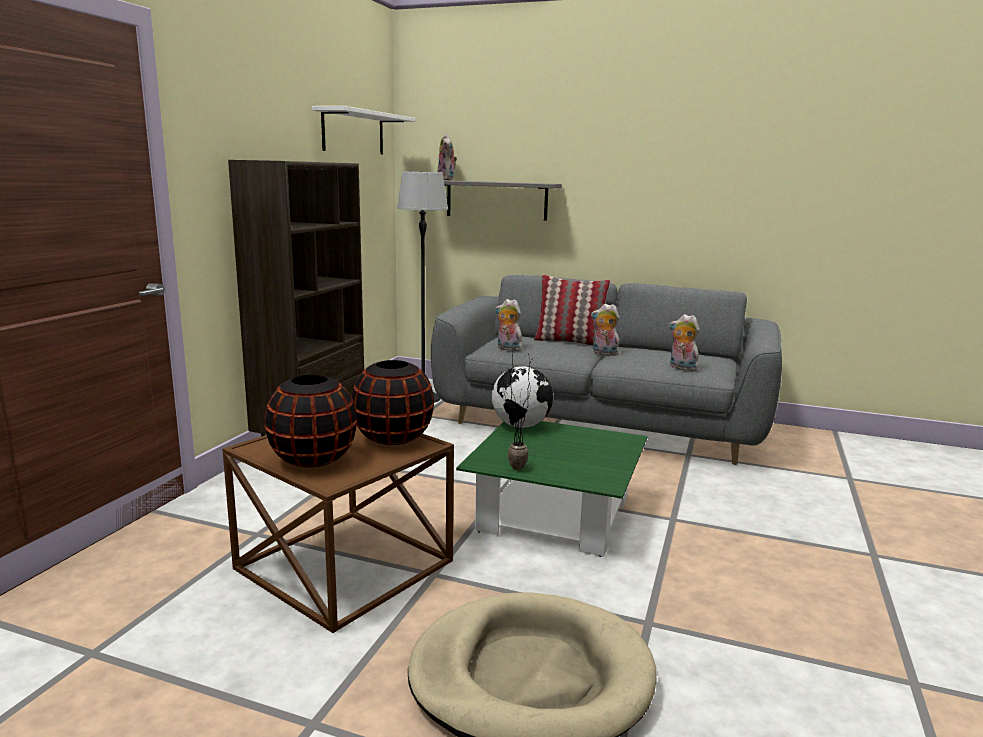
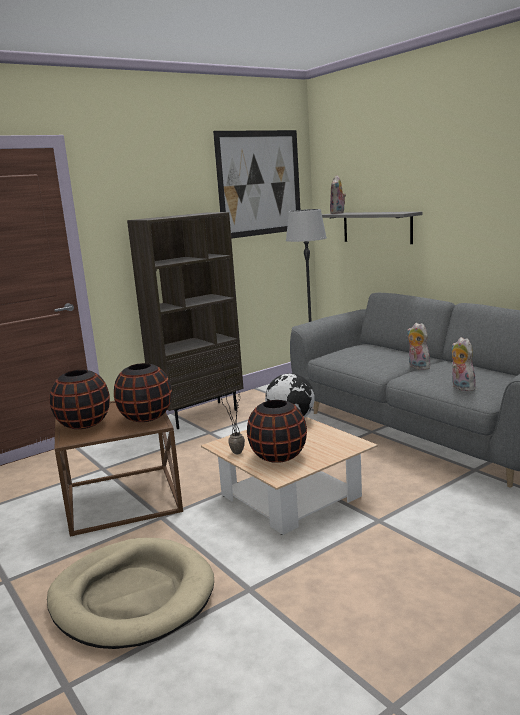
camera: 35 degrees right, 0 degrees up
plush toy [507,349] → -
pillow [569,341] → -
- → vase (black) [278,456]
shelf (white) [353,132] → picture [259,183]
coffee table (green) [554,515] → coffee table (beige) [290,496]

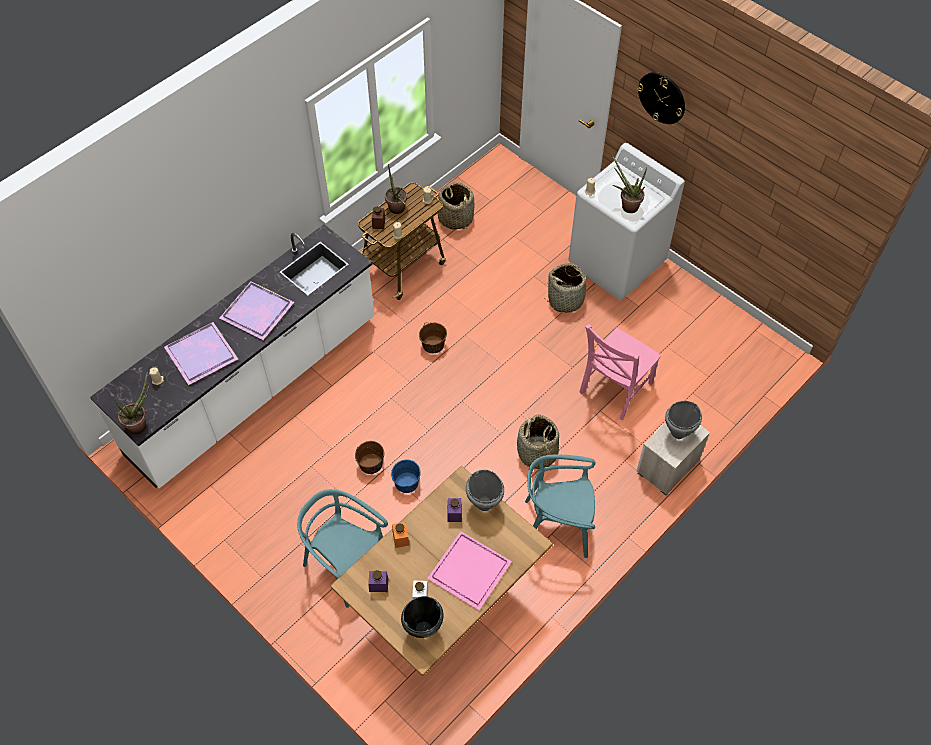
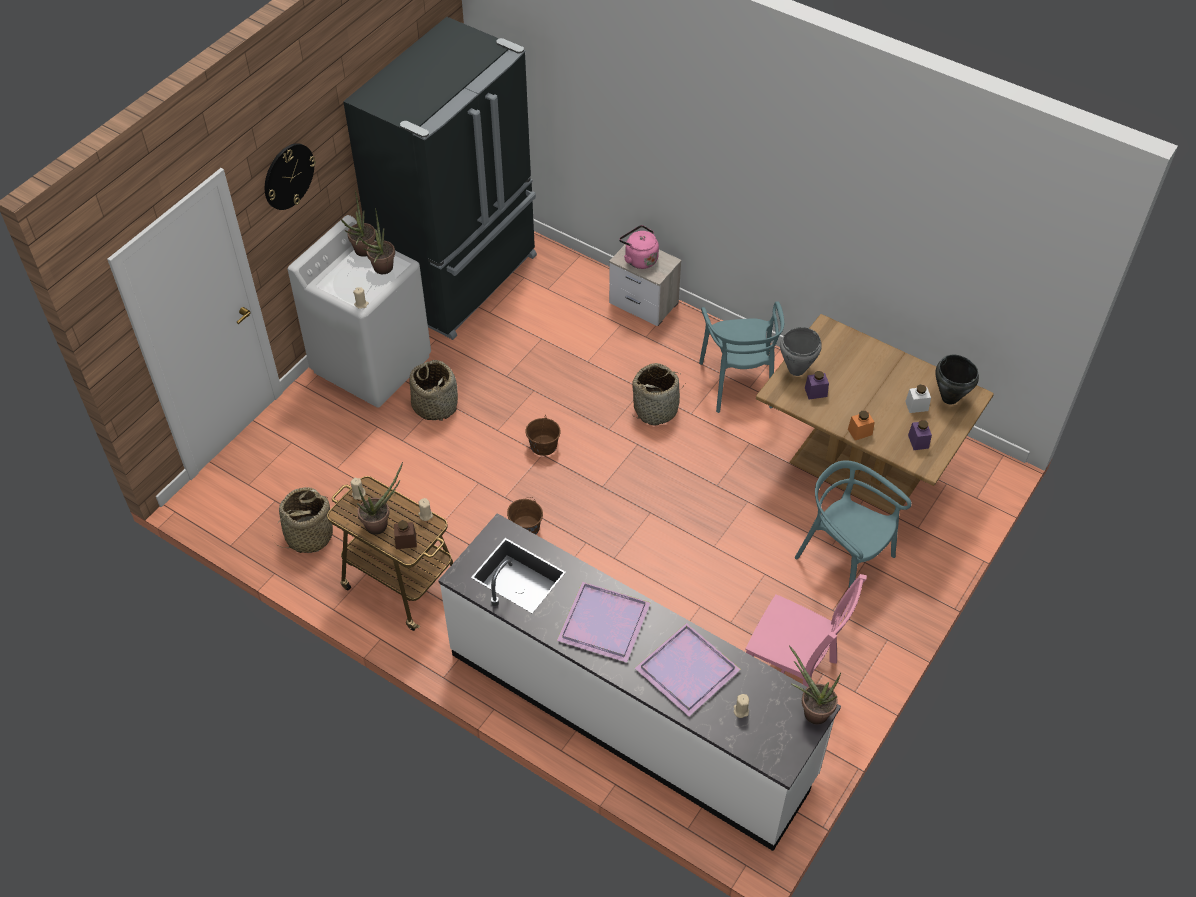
camera: 100 degrees left, 5 degrees down
bucket (blue) [407,483] → -
tray (pink) [468,571] → -
- → potted plant [362,253]
- → fridge (black) [461,279]
bucket (brown) [371,464] → bucket (brown) [543,445], shifted
chair (pink) [614,389] → chair (pink) [793,674], shifted
cooking pot (grey) [678,433] → kettle (pink) [639,259]
chair (turquoise) [346,564] → chair (turquoise) [844,560], 105 degrees clockwise

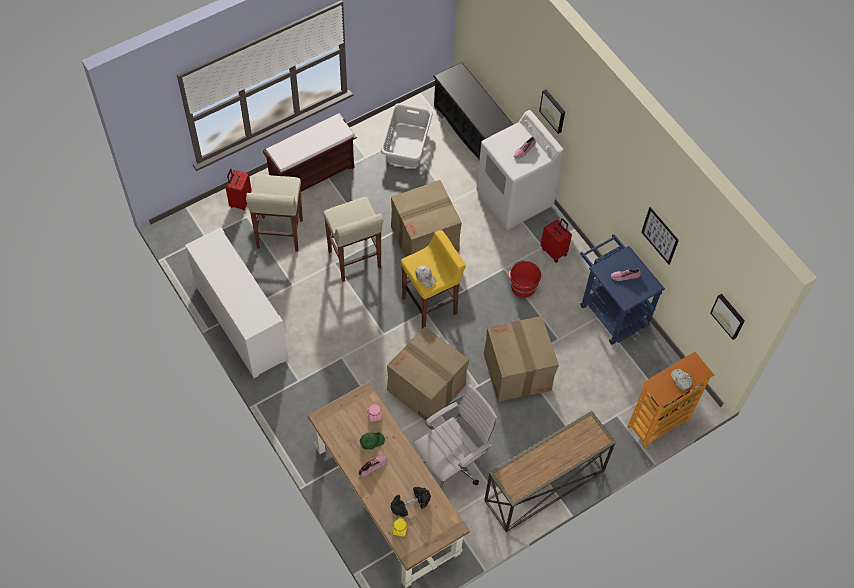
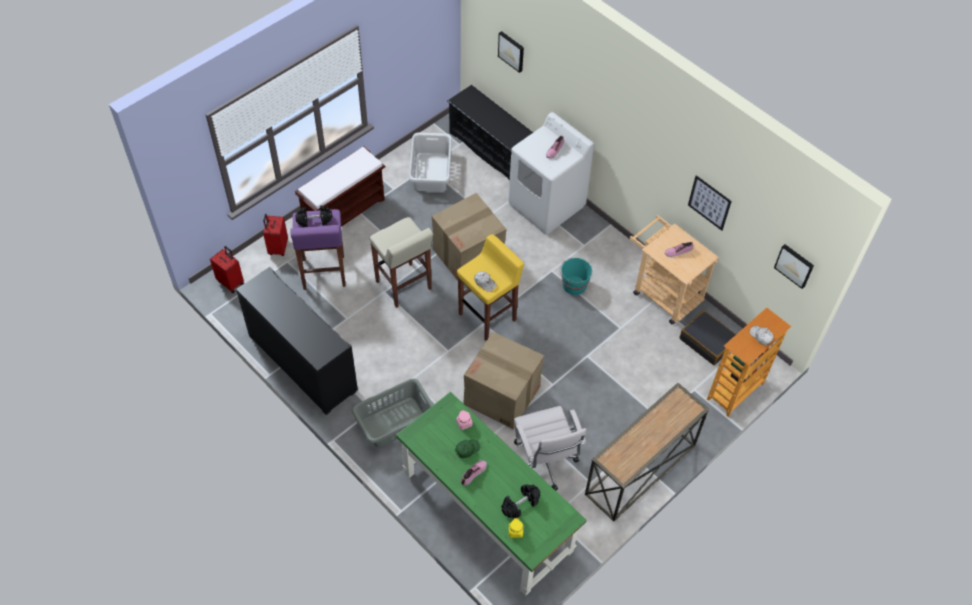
camera: 10 degrees left, 5 degrees down
cardboard box [517,372] → -
- → dumbbell (black) [314,220]
- → laundry basket (grey) [395,422]
- → suitcase (black) [707,342]
picture [553,110] → picture [511,51], shifted
suitcase (red) [554,251] → suitcase (red) [231,282], shifted
cabinet (white) [241,322] → cabinet (black) [302,363]
stool (beige) [279,234] → stool (purple) [323,273]
desk (brown) [386,499] → desk (green) [486,511]
bucket (red) [522,287] → bucket (turquoise) [573,285]
cart (blue) [610,309] → cart (beige) [663,292]
office chair (white) [452,463] → office chair (white) [544,464], 120 degrees clockwise

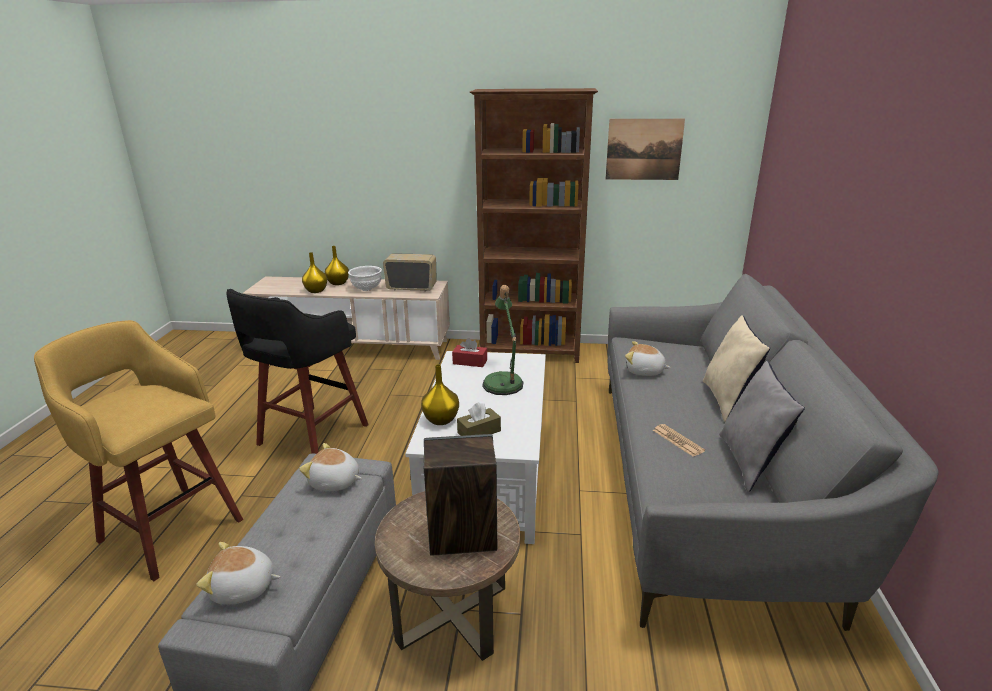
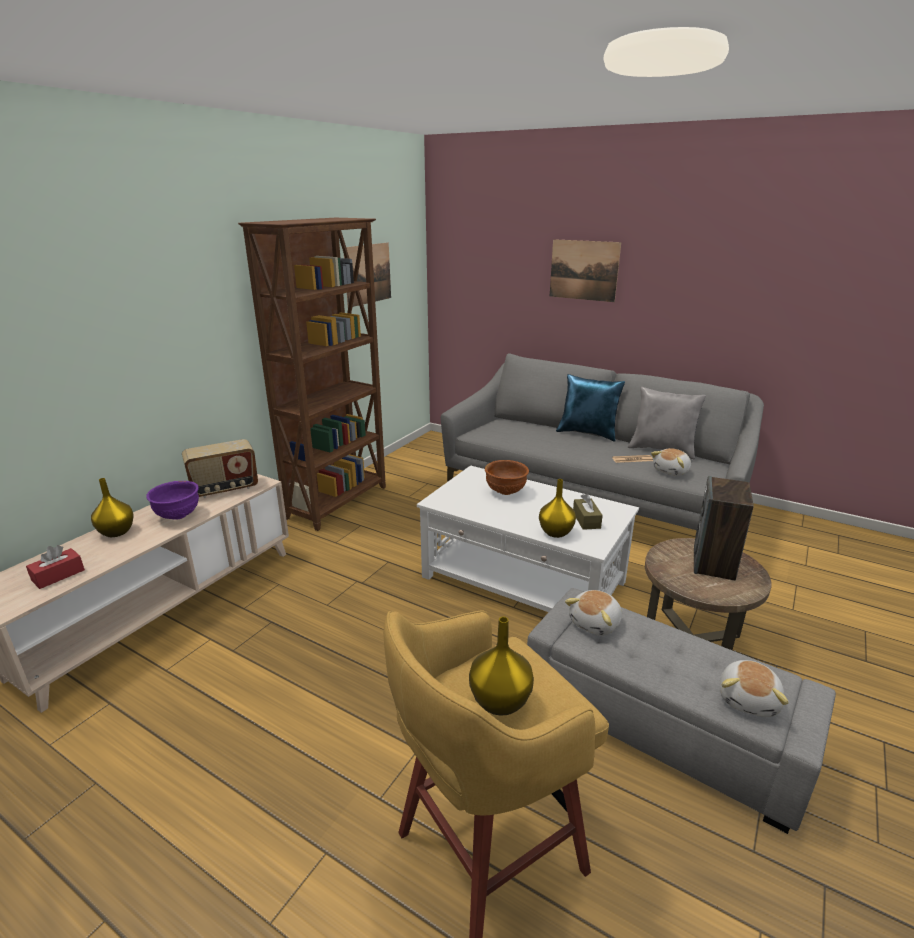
camera: 65 degrees left, 0 degrees up
stool (black) [310,436] → -
- → picture [584,270]
vase (yellow) [316,291] → vase (yellow) [501,702], shifted
tissue box (red) [470,362] → tissue box (red) [58,575], shifted
plush toy [644,371] → plush toy [672,471], shifted
table lamp [503,381] → bowl (brown) [506,492]
bowl (white) [366,289] → bowl (purple) [177,516]
pillow (beige) [728,401] → pillow (blue) [588,433]
radio [412,288] → radio [224,488], 150 degrees counterclockwise

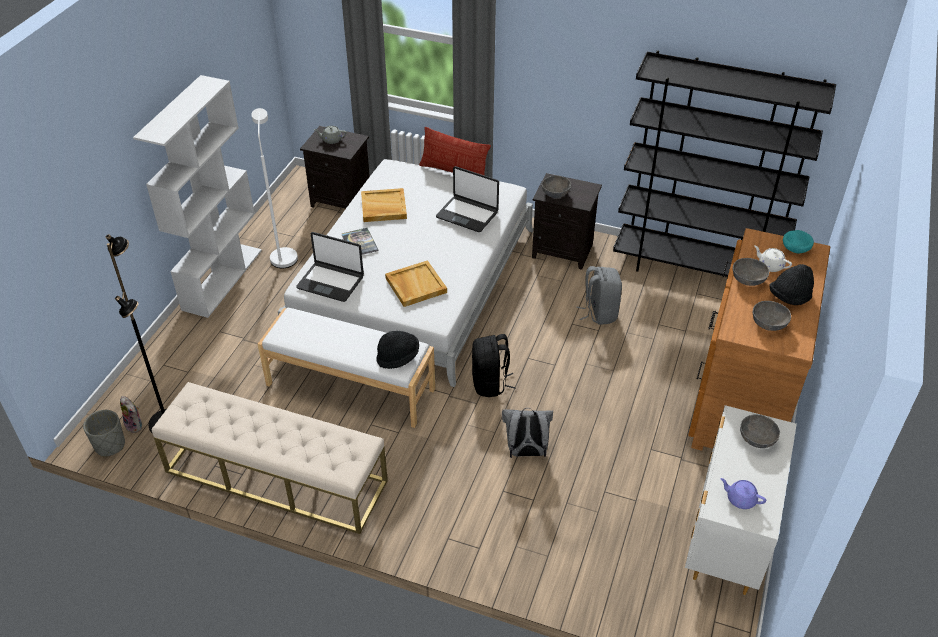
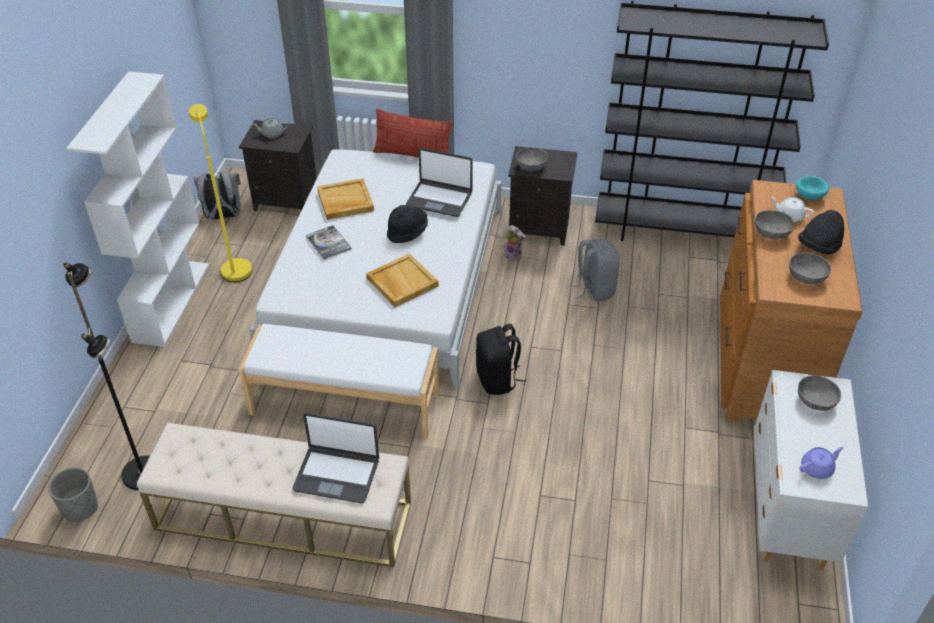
camera: 10 degrees left, 0 degrees up
plush toy [135,425] → plush toy [514,256], shifted
laptop [330,282] → laptop [337,474], shifted
hat (black) [398,357] → hat (black) [407,232], shifted
backpack (grey) [526,452] → backpack (grey) [223,216], shifted
floor lamp (white) [283,254] → floor lamp (yellow) [234,266]
teapot (purple) [740,499] → teapot (purple) [817,468], 135 degrees clockwise

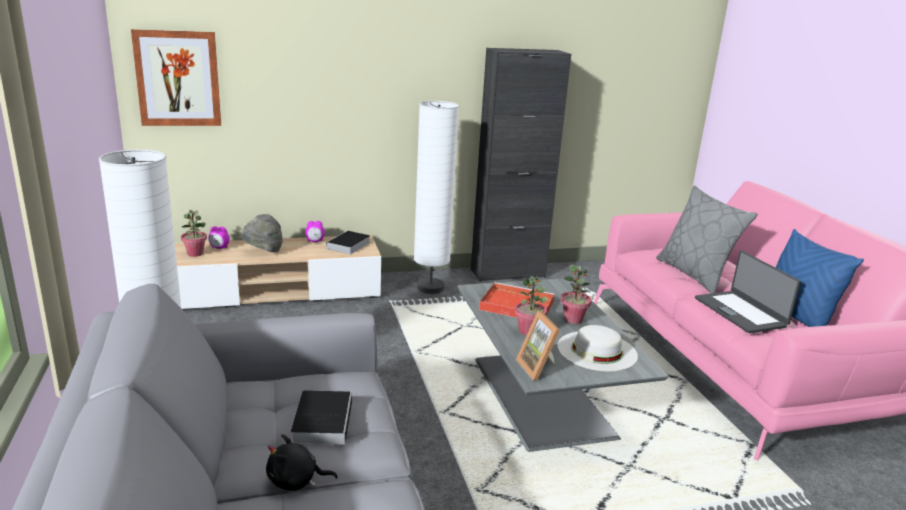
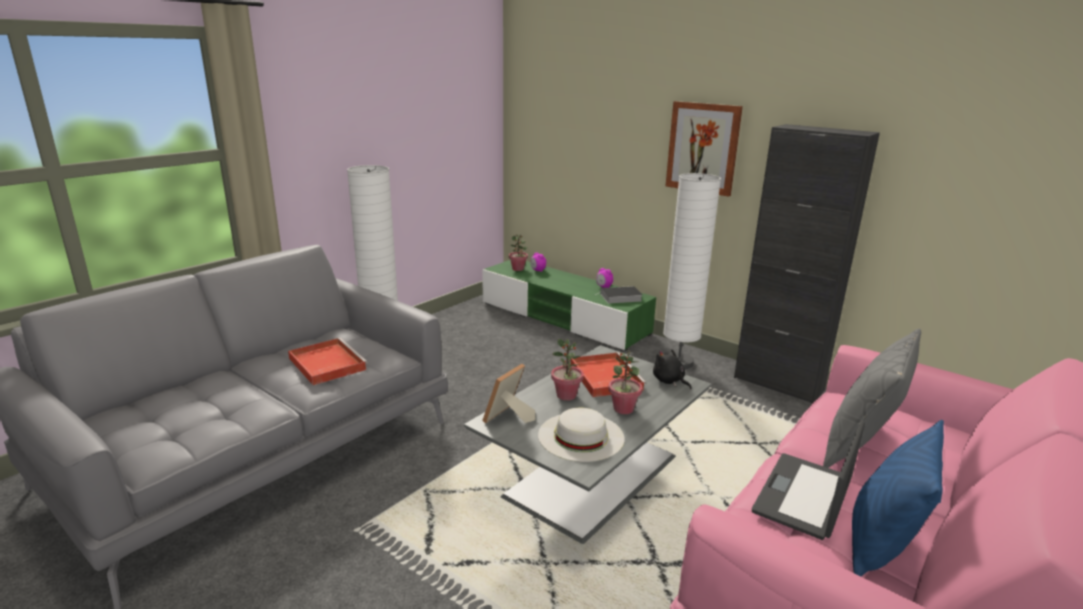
camera: 55 degrees right, 0 degrees up
hat (grey) [263,251] → -
picture [178,78] → picture [703,148], shifted
plush toy (black) [296,481] → plush toy (black) [669,381], shifted
book [322,420] → tray (red) [326,363]
tv stand (beige) [274,292] → tv stand (green) [563,318]

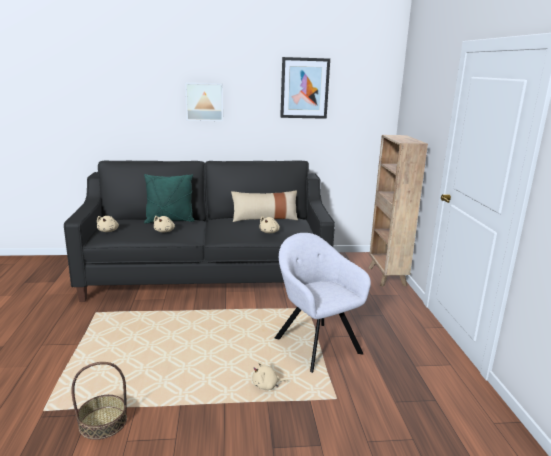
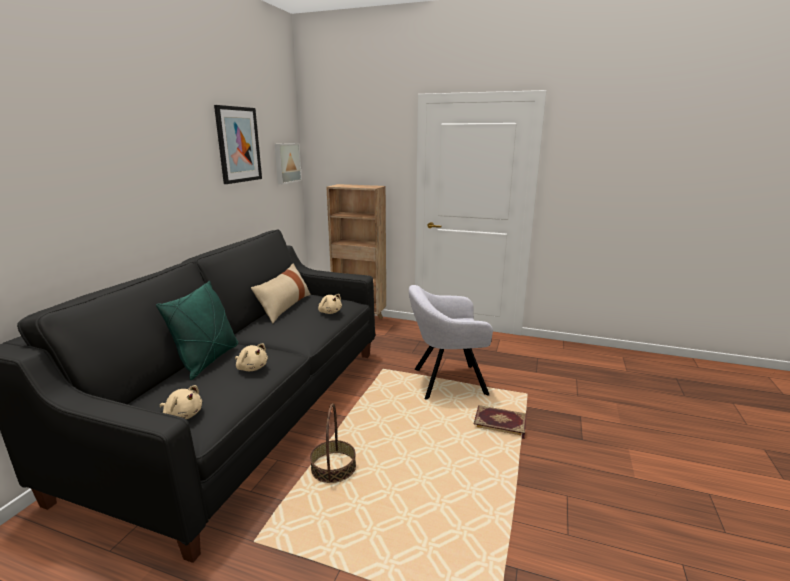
camera: 65 degrees left, 0 degrees up
basket [103,422] → basket [333,467], shifted
picture [204,101] → picture [286,163], shifted
plush toy (beige) [267,385] → book [500,422]

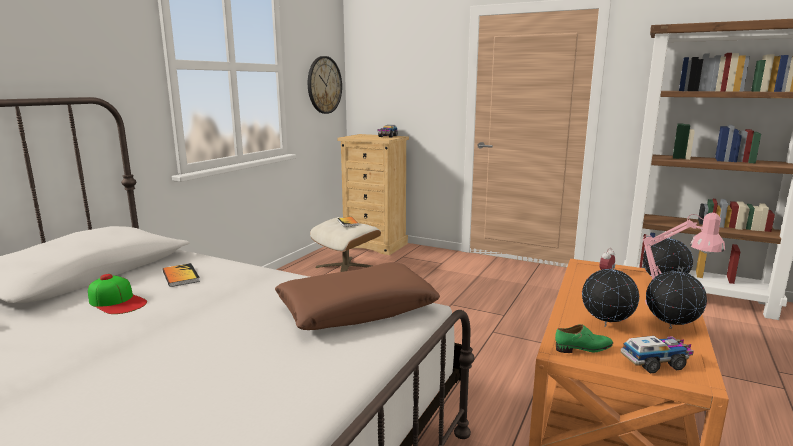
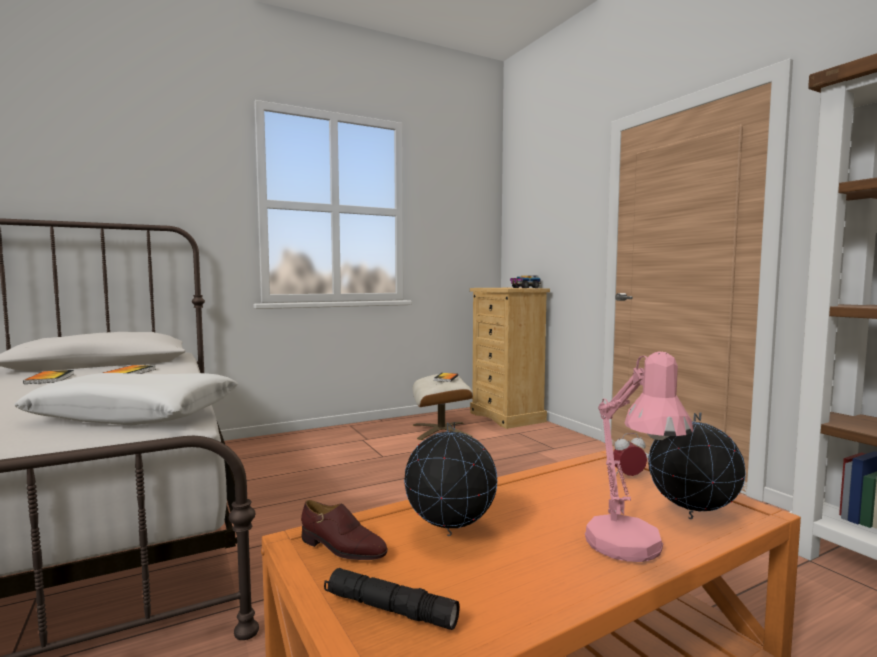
camera: 35 degrees right, 10 degrees down
wall clock [324,85] → -
globe [670,329] → -
cap [117,301] → book [50,378]
toy truck [655,362] → flashlight (black) [389,609]
pillow (brown) [356,309] → pillow (white) [136,414]
shoe (green) [583,348] → shoe (brown) [342,548]

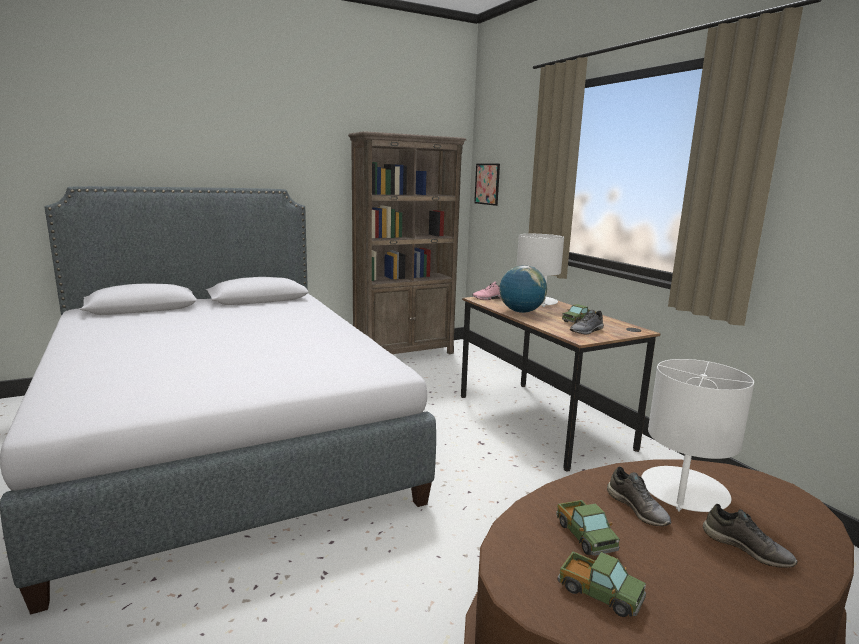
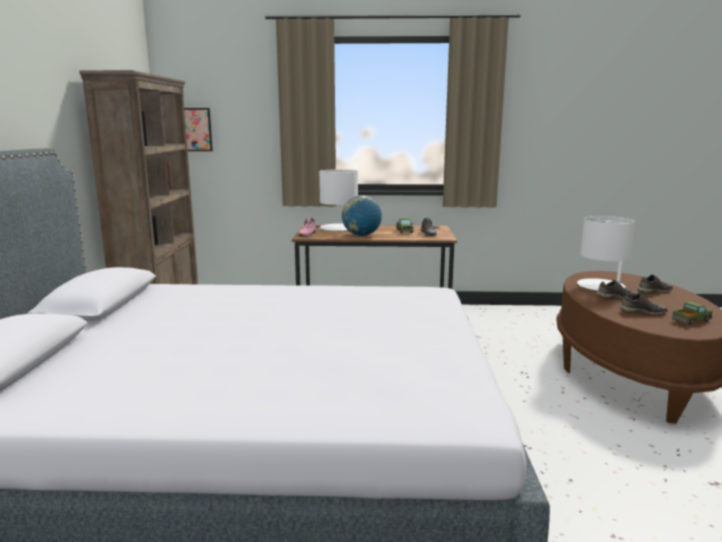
camera: 60 degrees left, 0 degrees up
toy truck [585,537] → shoe (grey) [642,312]

